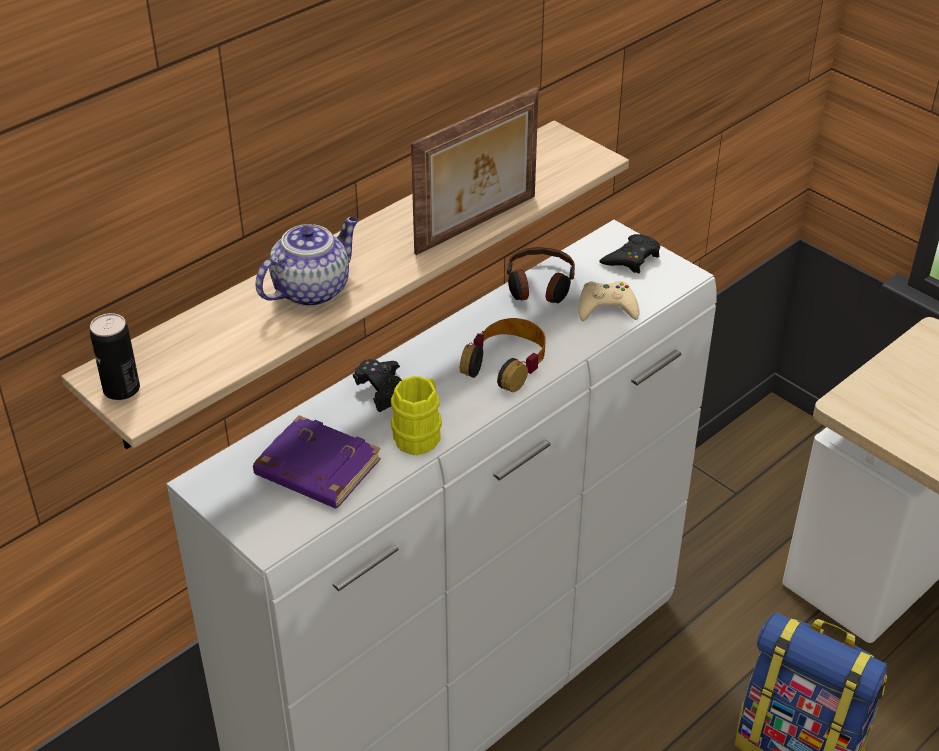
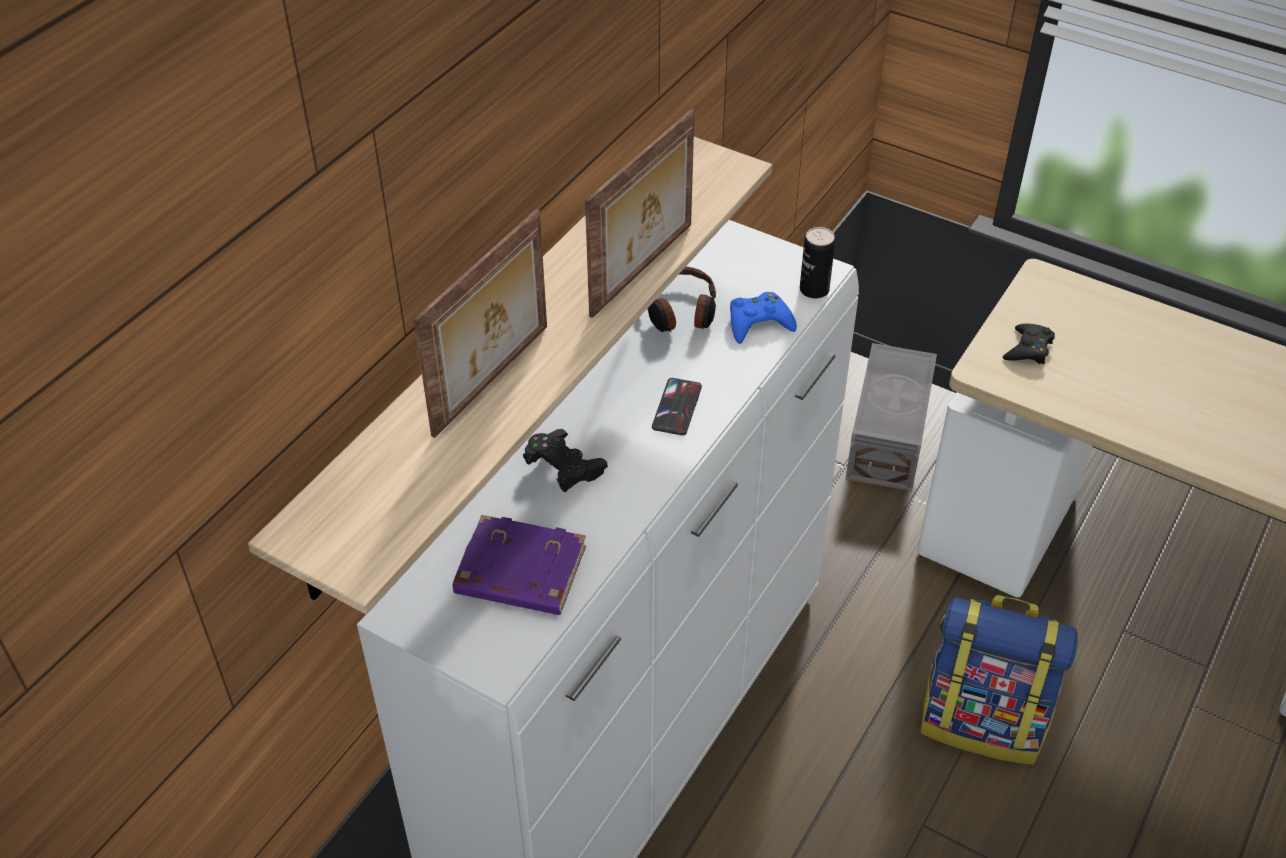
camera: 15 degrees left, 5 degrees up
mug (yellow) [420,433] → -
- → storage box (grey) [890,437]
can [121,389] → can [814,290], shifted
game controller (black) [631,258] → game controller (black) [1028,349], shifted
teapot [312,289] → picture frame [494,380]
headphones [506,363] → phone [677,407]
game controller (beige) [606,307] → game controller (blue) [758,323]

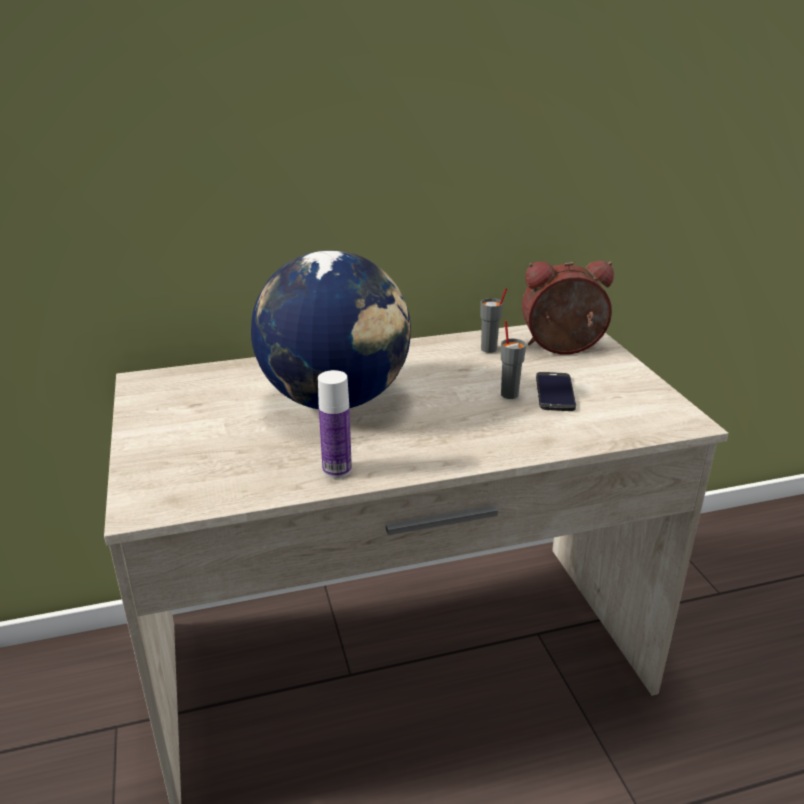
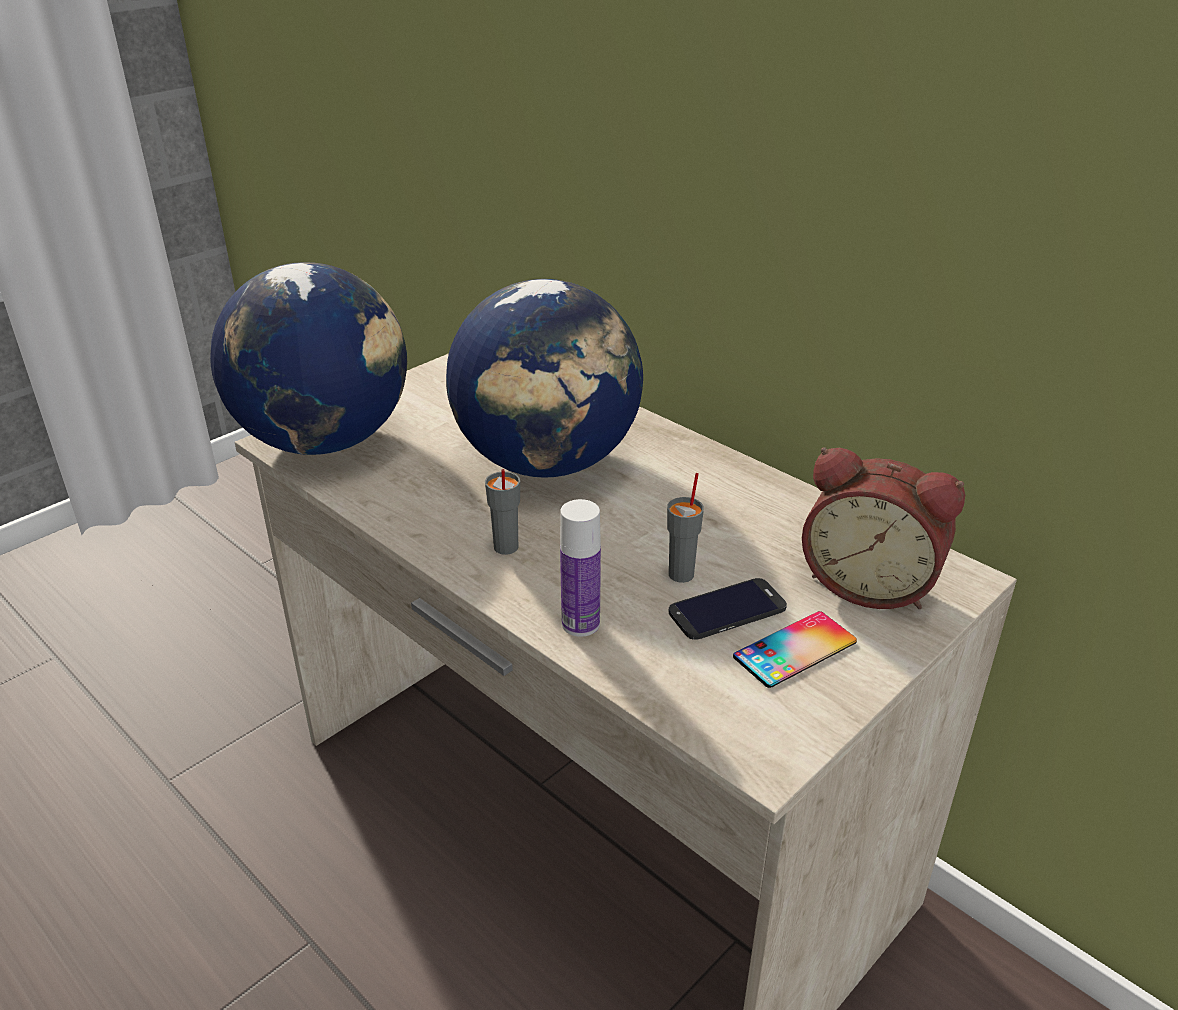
camera: 60 degrees right, 5 degrees up
- → globe [325,440]
- → phone [795,649]
bottle [337,470] → bottle [580,624], shifted
cup (grey) [489,349] → cup (grey) [505,547], shifted
alarm clock [562,349] → alarm clock [870,583], 150 degrees clockwise

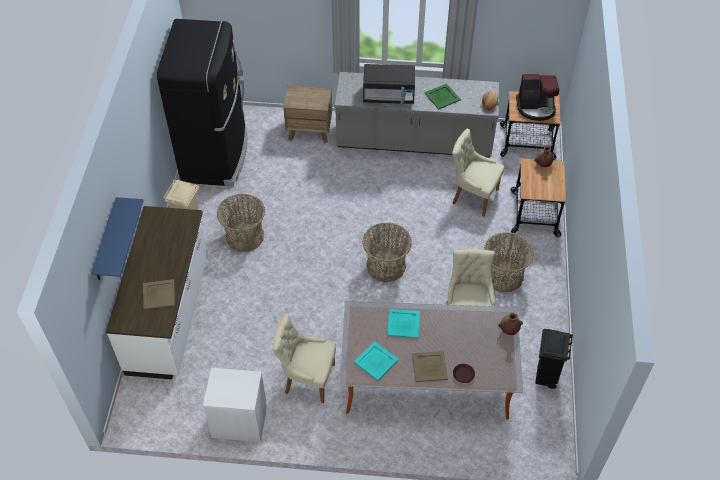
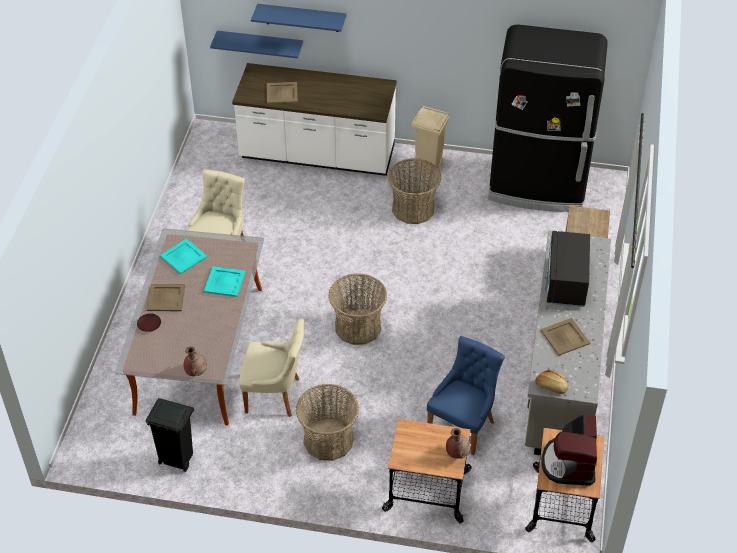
camera: 95 degrees right, 5 degrees down
nightstand (white) [239,421] → -
- → shelf (blue) [260,44]
tray (green) [442,96] → tray (beige) [565,337]
chair (beige) [473,196] → chair (blue) [462,425]

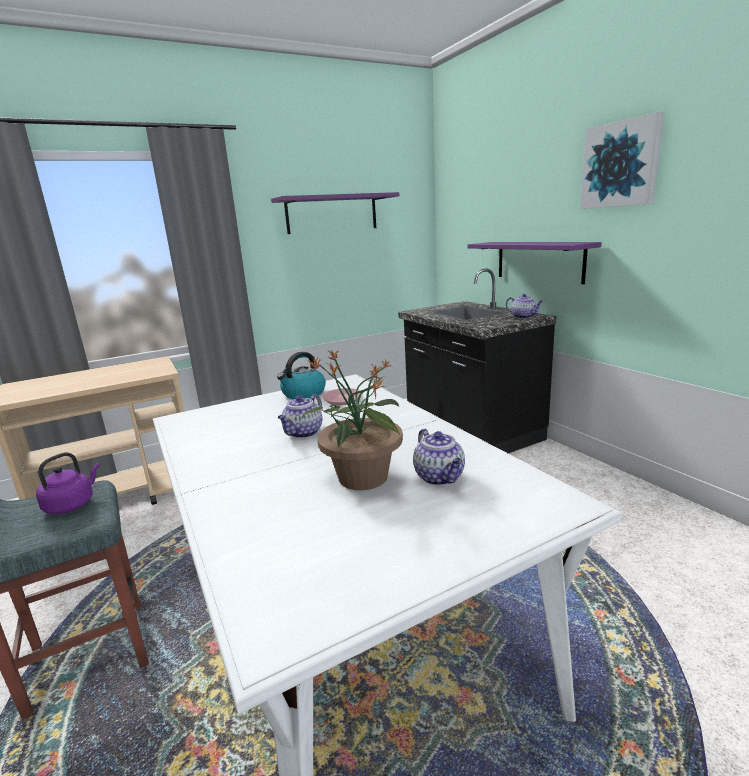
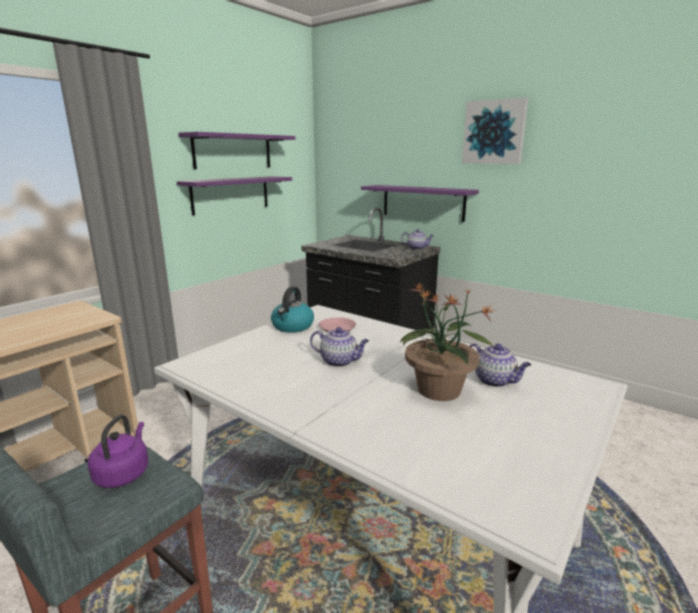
camera: 25 degrees left, 0 degrees up
- → shelf (purple) [231,194]
teapot [303,433] → teapot [340,361], 75 degrees counterclockwise

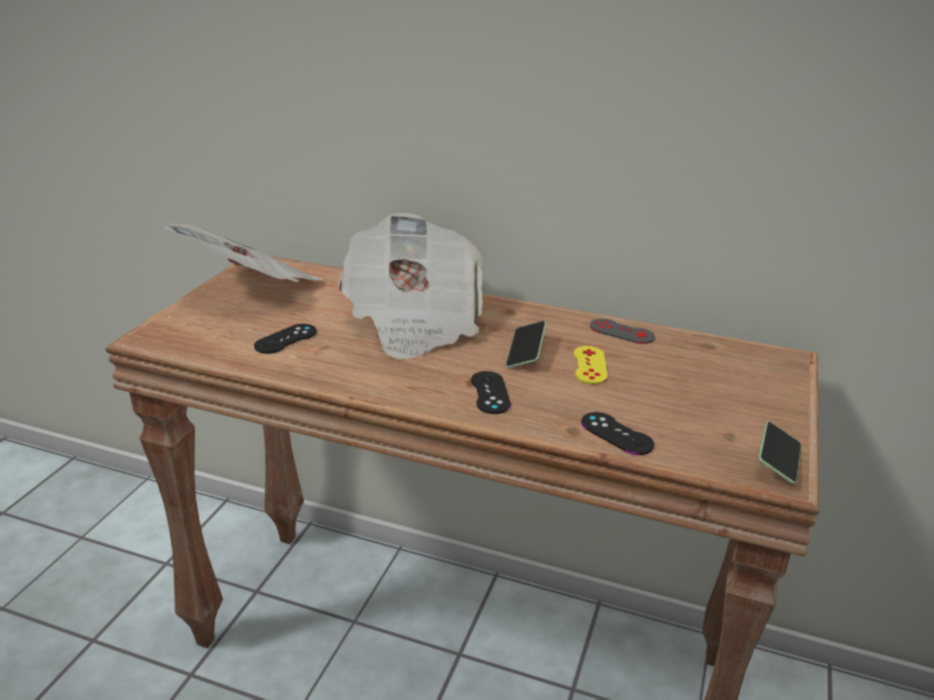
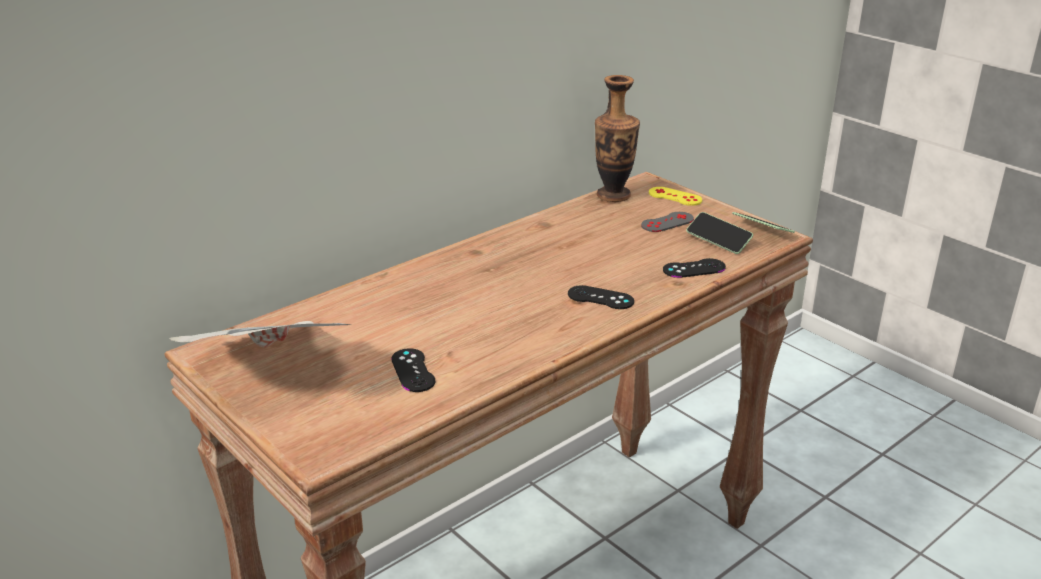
camera: 60 degrees left, 0 degrees up
newspaper [413,321] → -
- → vase [613,195]
phone [525,353] → phone [718,241], shifted
game controller (yellow) [590,365] → game controller (yellow) [675,196], shifted
game controller (grey) [621,331] → game controller (grey) [667,222], shifted

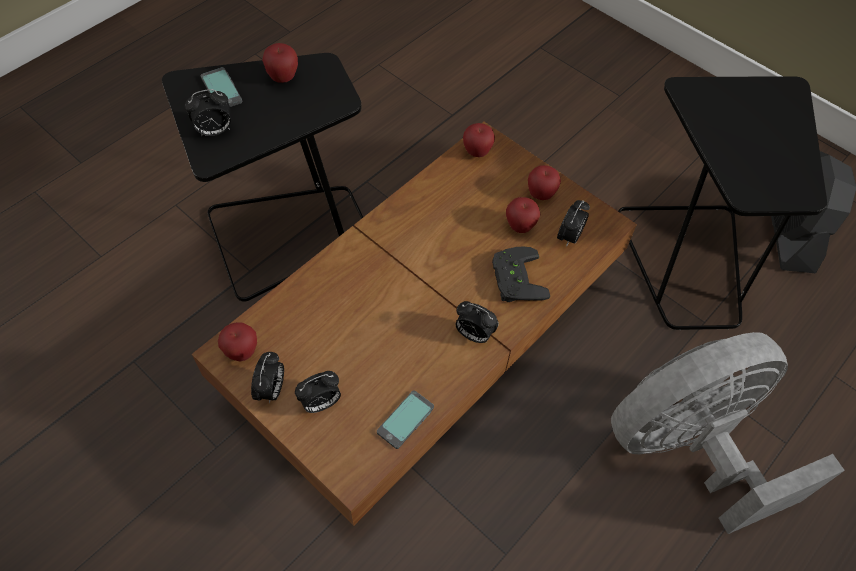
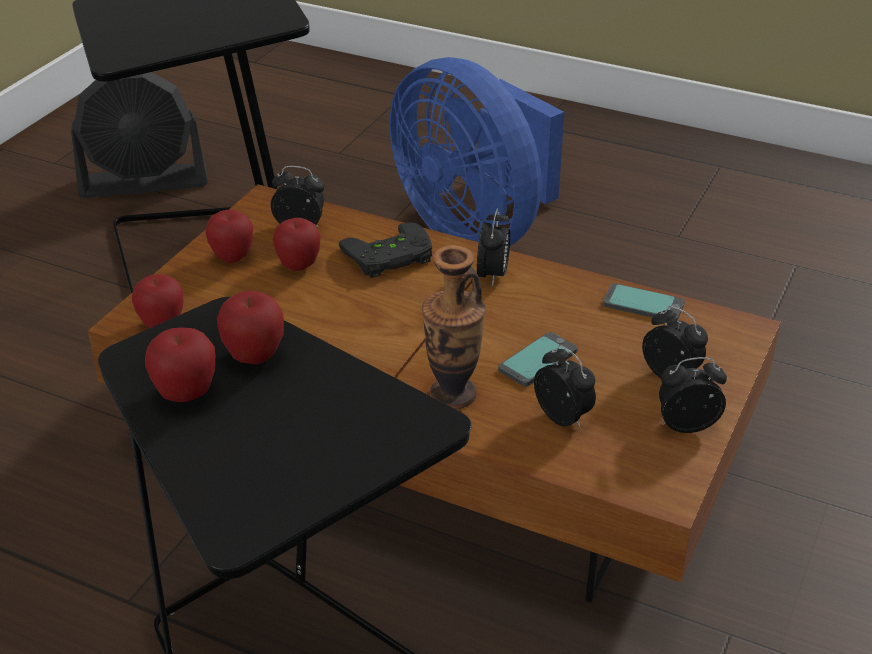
camera: 105 degrees left, 20 degrees down
- → vase [452,394]
alarm clock [214,131] → alarm clock [564,417], shifted
phone [222,89] → phone [537,360], shifted
apple [242,352] → apple [254,357], shifted
fan (grey) [688,448] → fan (blue) [476,230]

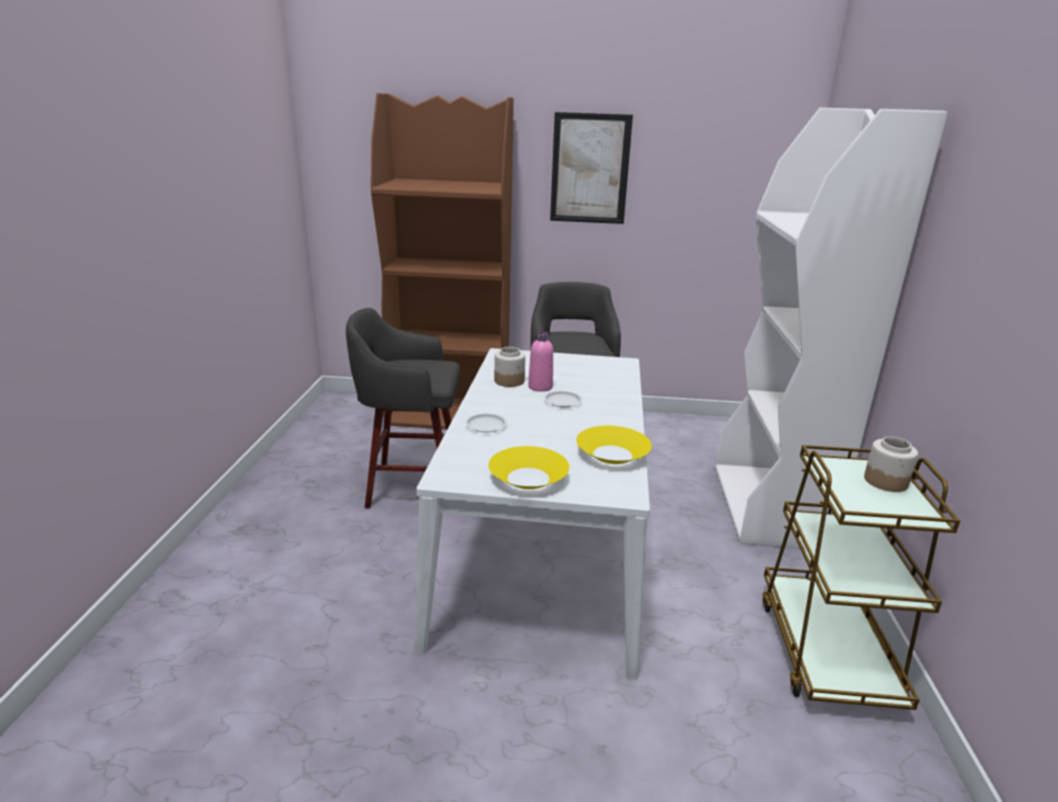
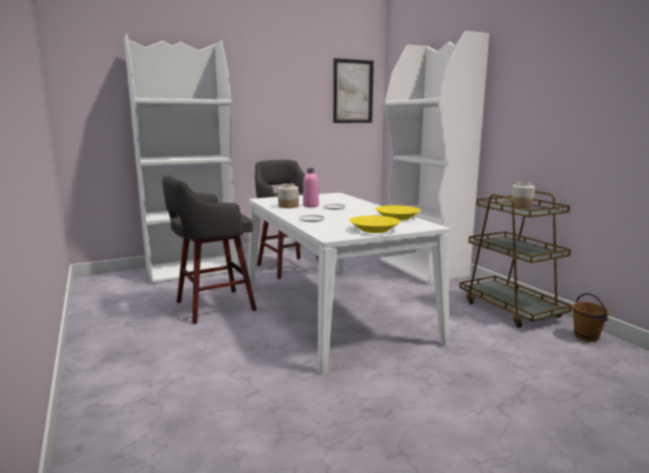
camera: 30 degrees left, 10 degrees down
- → bucket (brown) [586,337]
picture [590,169] → picture [353,91], shifted
bookcase (brown) [450,415] → bookcase (white) [193,270]

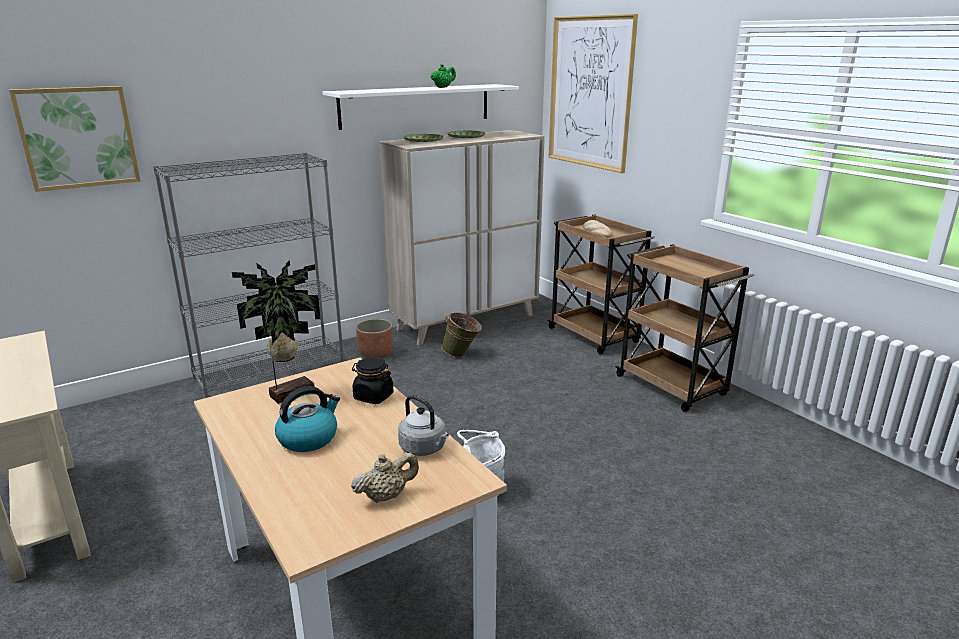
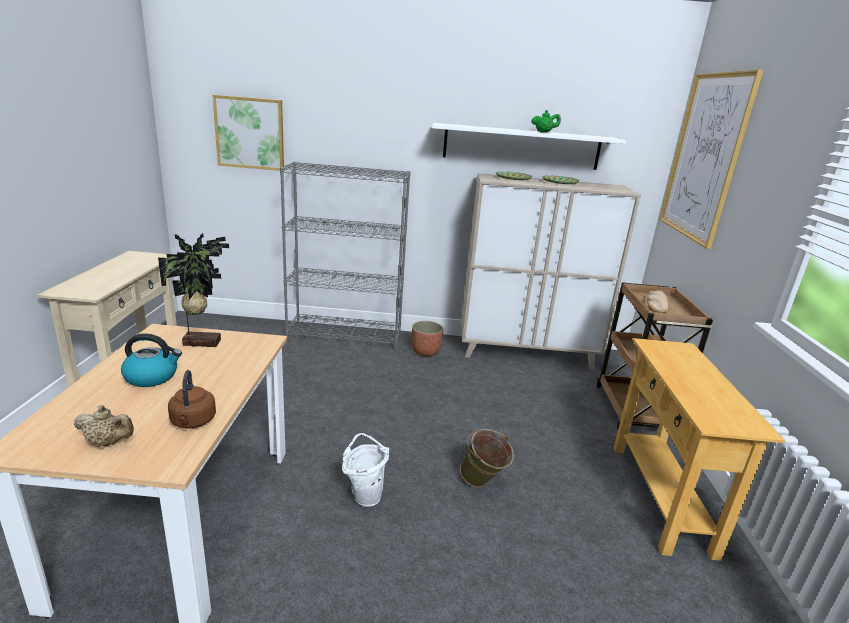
camera: 35 degrees right, 0 degrees up
jar (black) [373,396] → -
bucket (green) [462,355] → bucket (green) [482,484], shifted
cart (brown) [672,386] → console table (beige) [660,496]
kettle (grey) [424,448] → kettle (brown) [193,422]

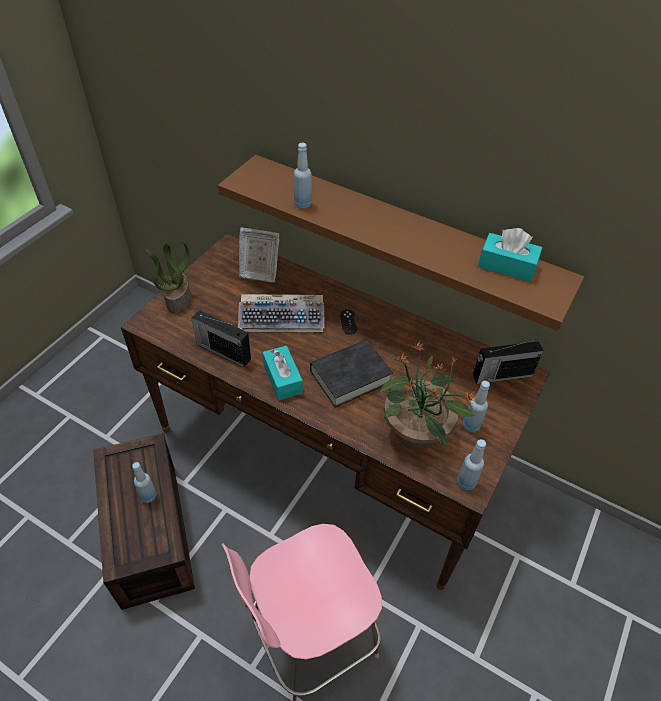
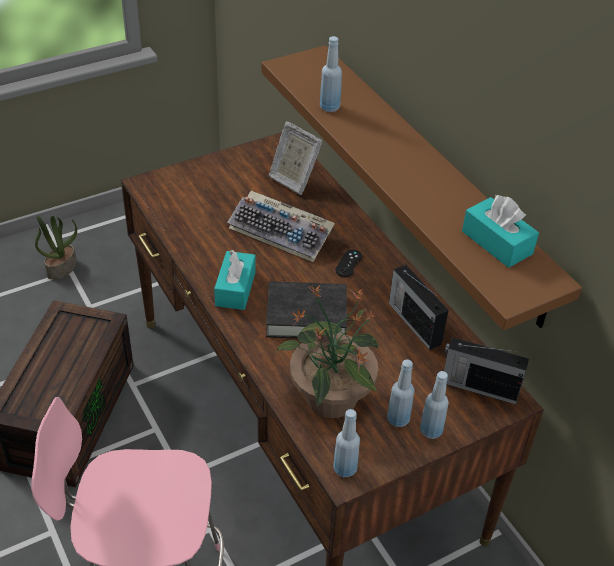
camera: 30 degrees right, 5 degrees down
bottle (blue) [148,496] → bottle (blue) [431,431], shifted
potted plant [177,299] → potted plant [61,268], shifted
radio [222,351] → radio [414,322], shifted

